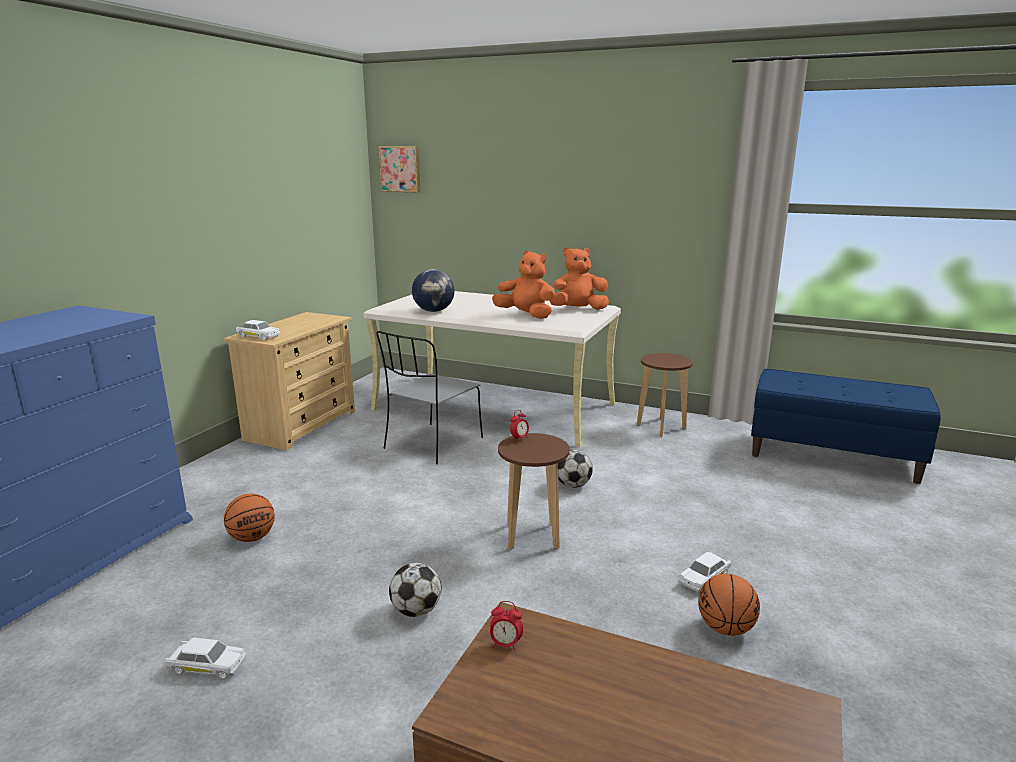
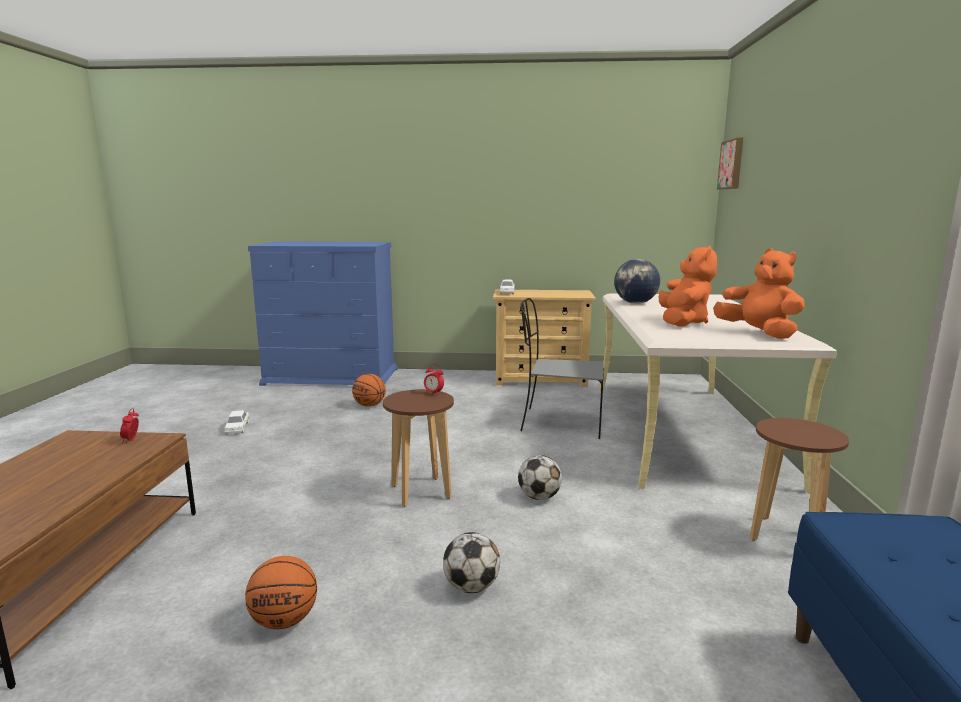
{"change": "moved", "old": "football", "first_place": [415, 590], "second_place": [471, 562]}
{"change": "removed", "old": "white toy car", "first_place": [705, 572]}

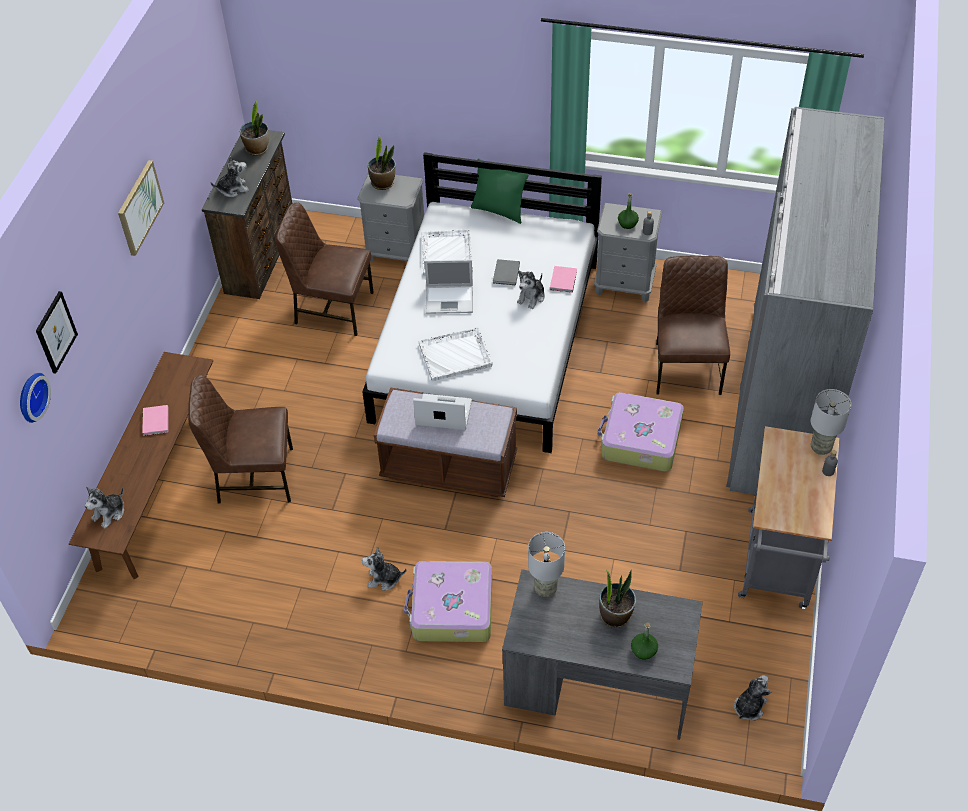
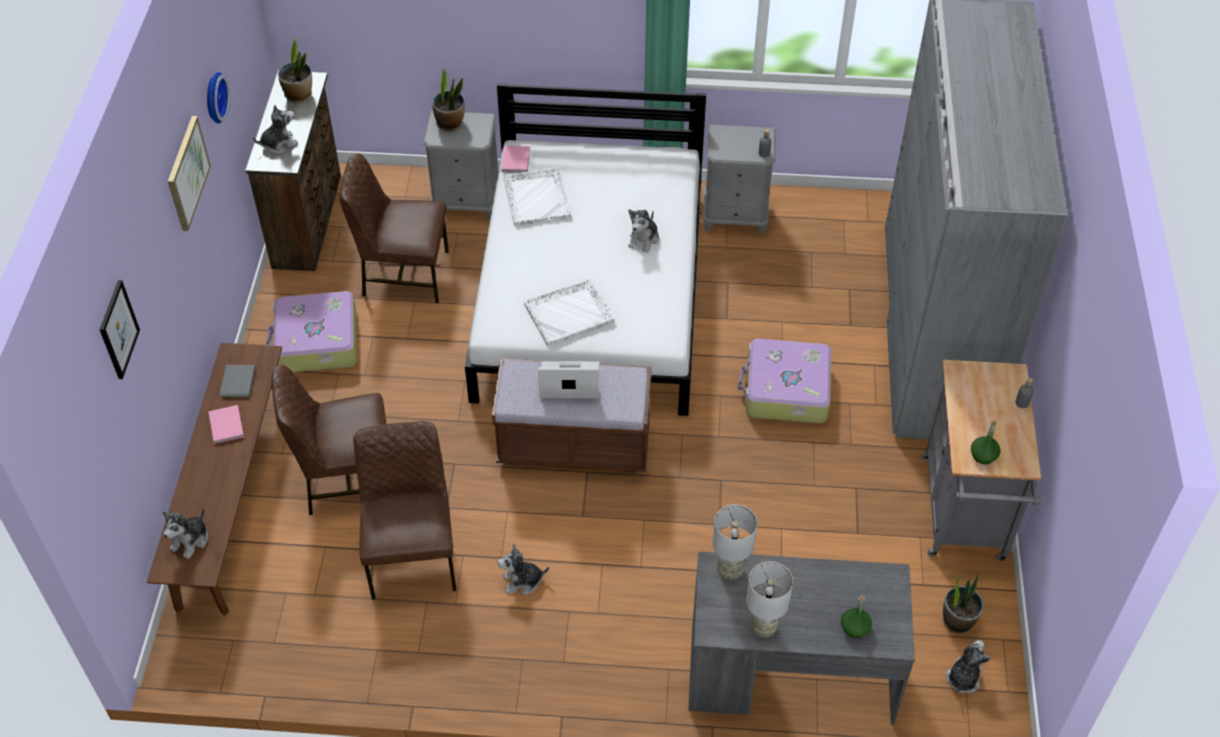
{"change": "moved", "old": "wall clock", "first_place": [35, 398], "second_place": [218, 98]}
{"change": "moved", "old": "suitcase", "first_place": [448, 601], "second_place": [311, 331]}
{"change": "removed", "old": "laptop", "first_place": [448, 286]}
{"change": "removed", "old": "green pillow", "first_place": [499, 191]}
{"change": "moved", "old": "grey book", "first_place": [506, 272], "second_place": [237, 381]}
{"change": "moved", "old": "pink book", "first_place": [563, 279], "second_place": [515, 159]}
{"change": "moved", "old": "potted plant", "first_place": [617, 598], "second_place": [963, 602]}
{"change": "moved", "old": "green bottle", "first_place": [628, 211], "second_place": [986, 442]}
{"change": "moved", "old": "brown chair", "first_place": [693, 325], "second_place": [404, 510]}
{"change": "moved", "old": "grey table lamp", "first_place": [831, 422], "second_place": [769, 599]}

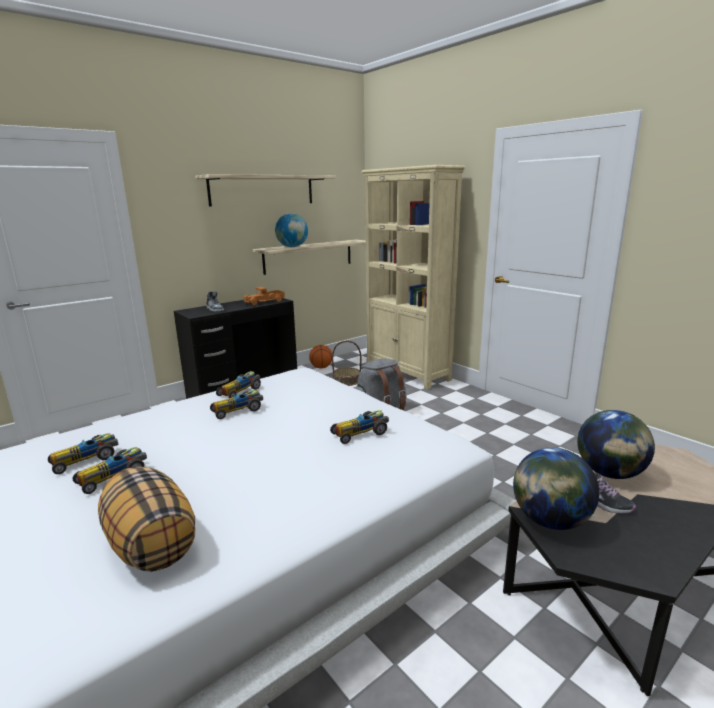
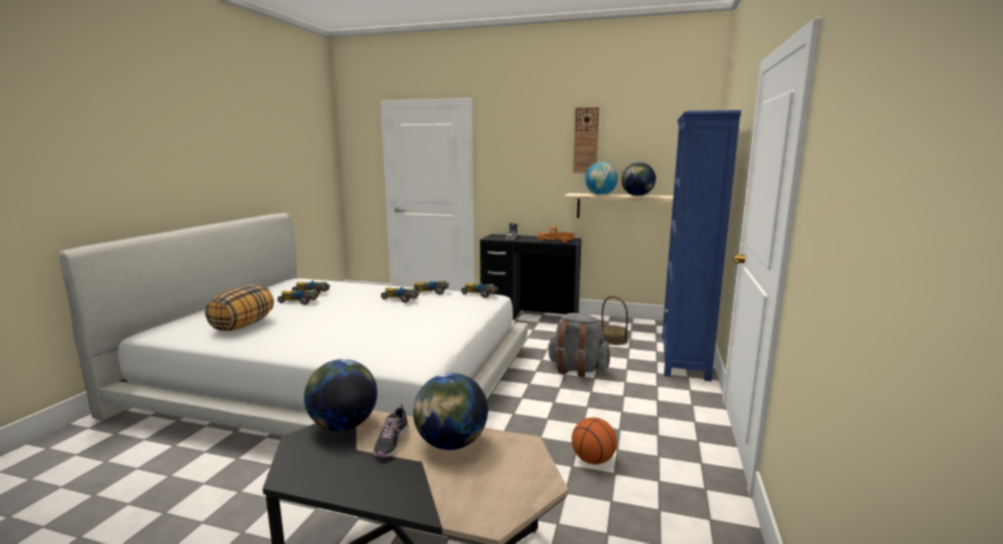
{"change": "replaced", "old": "shelf", "new": "wall clock", "first_place": [265, 190], "second_place": [586, 140]}
{"change": "moved", "old": "basketball", "first_place": [320, 356], "second_place": [594, 441]}
{"change": "moved", "old": "toy car", "first_place": [359, 427], "second_place": [479, 290]}
{"change": "recoloured", "old": "beige bookcase", "new": "blue bookcase", "first_place": [413, 277], "second_place": [701, 245]}
{"change": "added", "new": "globe", "second_place": [638, 179]}

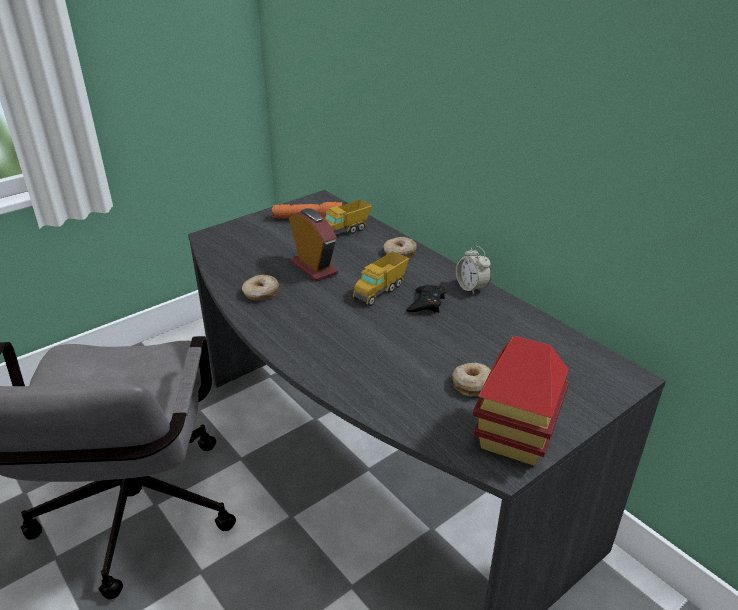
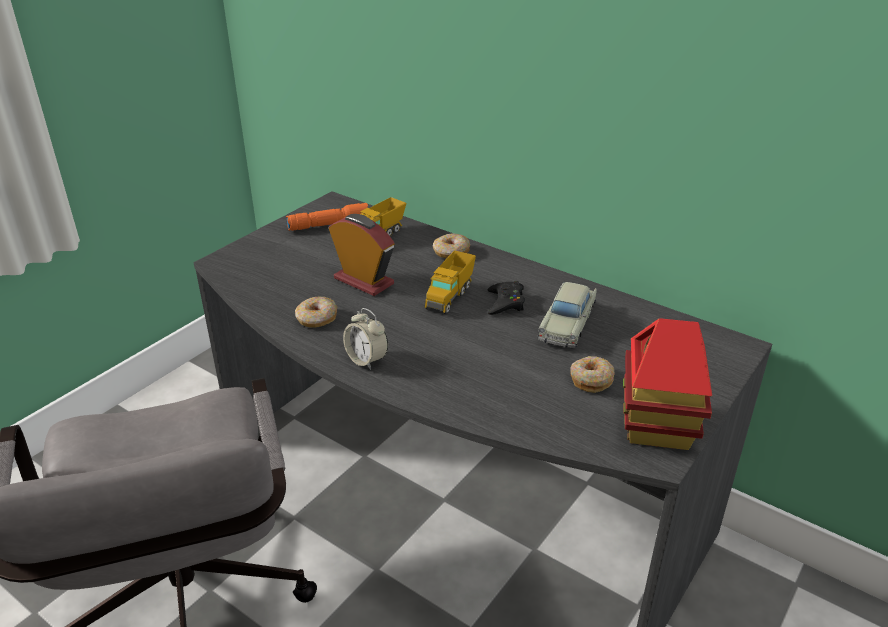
{"change": "moved", "old": "alarm clock", "first_place": [473, 270], "second_place": [365, 339]}
{"change": "added", "new": "beige toy car", "second_place": [567, 315]}

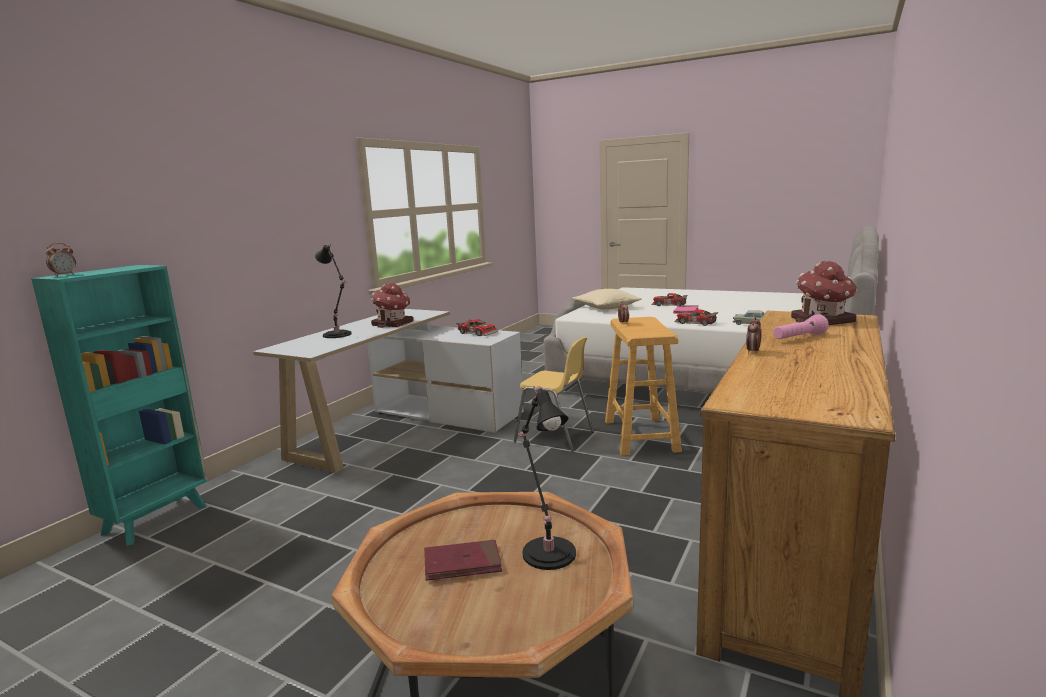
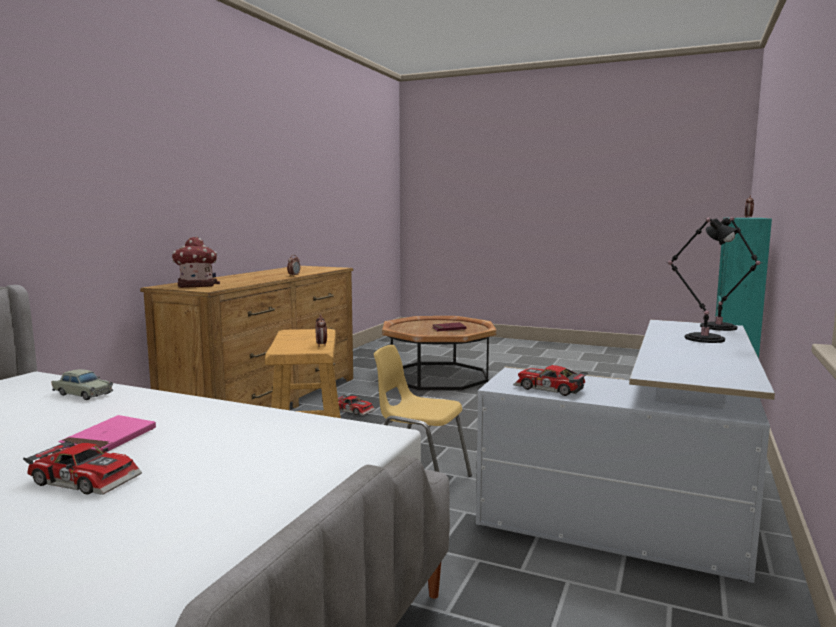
{"change": "removed", "old": "toy house", "first_place": [392, 305]}
{"change": "moved", "old": "black table lamp", "first_place": [547, 478], "second_place": [730, 274]}
{"change": "removed", "old": "beige pillow", "first_place": [606, 299]}
{"change": "moved", "old": "toy car", "first_place": [696, 317], "second_place": [356, 405]}
{"change": "removed", "old": "pink flashlight", "first_place": [801, 327]}

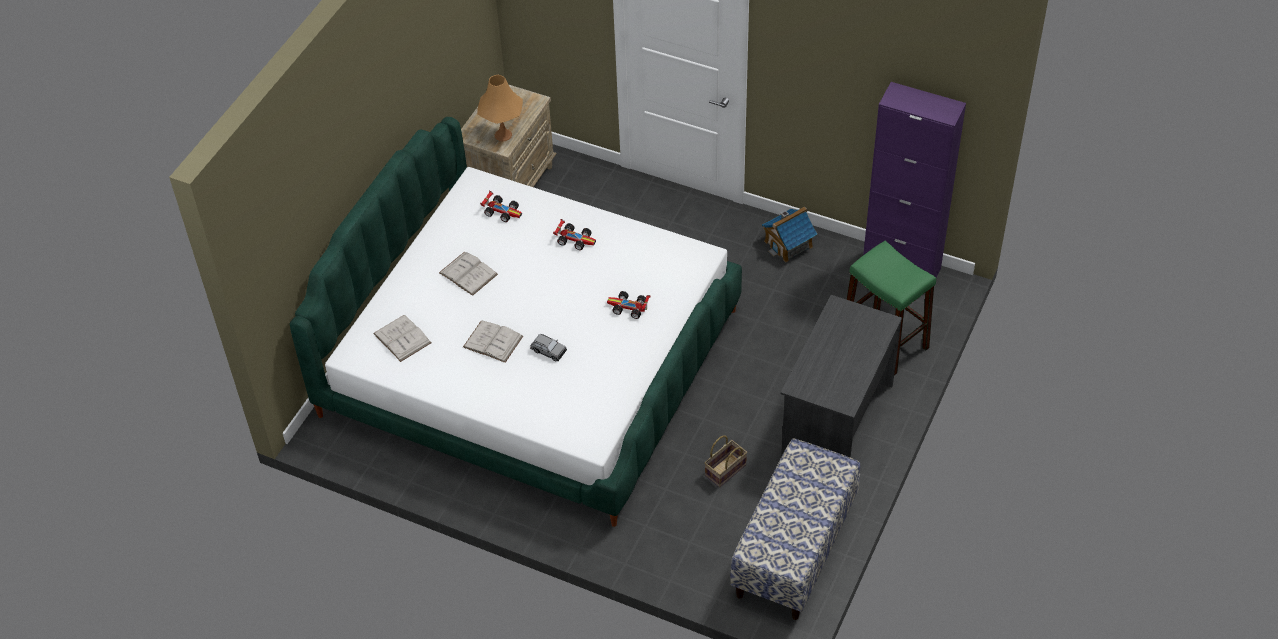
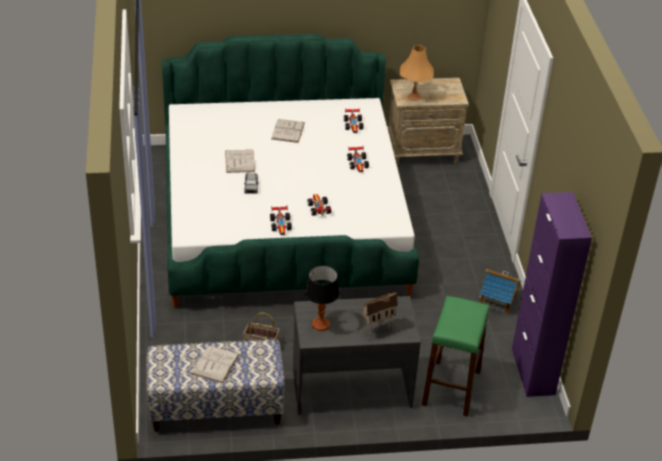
{"change": "moved", "old": "white book", "first_place": [402, 338], "second_place": [216, 364]}
{"change": "added", "new": "toy car", "second_place": [281, 220]}
{"change": "added", "new": "table lamp", "second_place": [322, 298]}
{"change": "added", "new": "toy house", "second_place": [379, 316]}

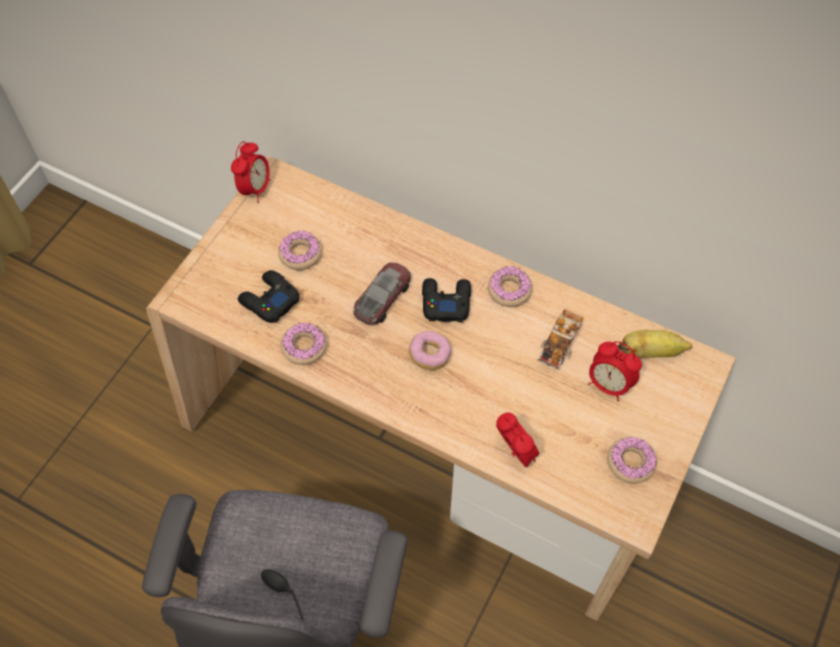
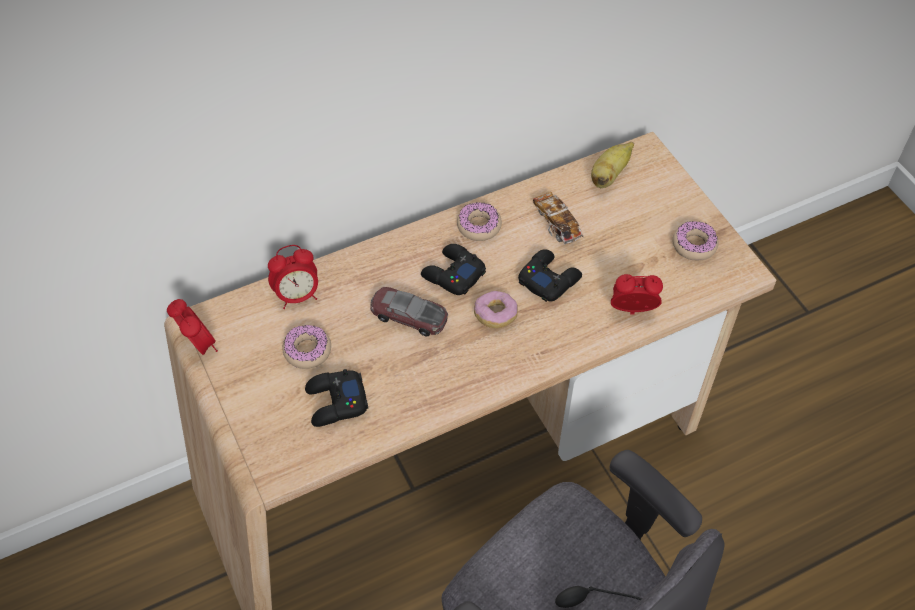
{"change": "removed", "old": "donut", "first_place": [304, 344]}
{"change": "turned", "old": "toy car", "first_place": [382, 294], "second_place": [409, 311], "degrees": -45}
{"change": "moved", "old": "alarm clock", "first_place": [615, 371], "second_place": [293, 277]}
{"change": "added", "new": "black game controller", "second_place": [550, 275]}

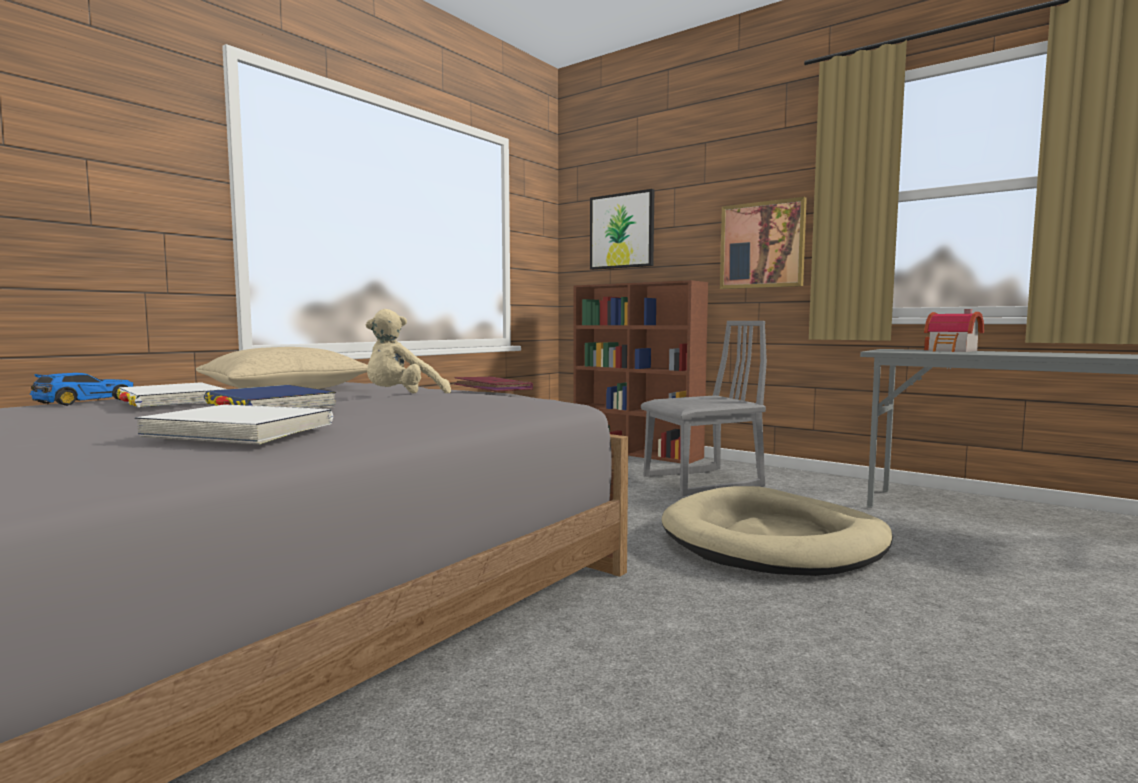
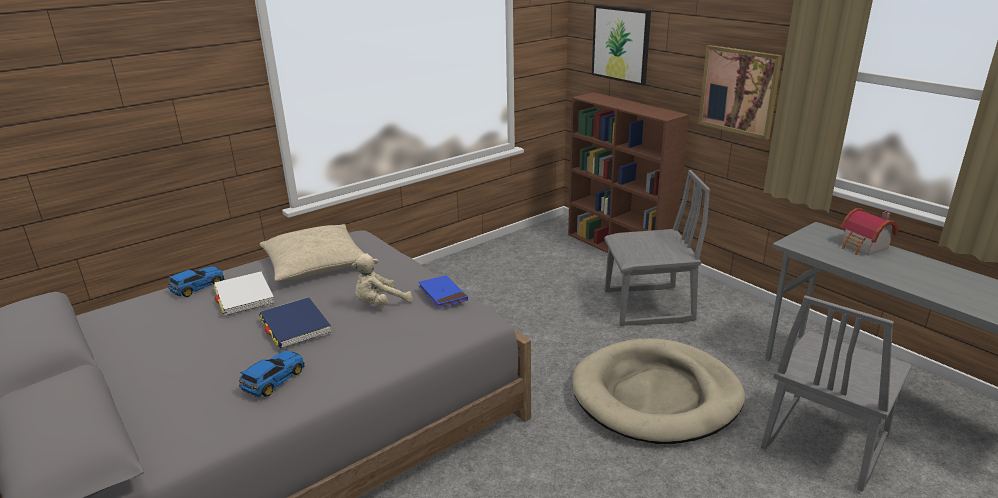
{"change": "replaced", "old": "white book", "new": "toy car", "first_place": [234, 424], "second_place": [272, 374]}
{"change": "recoloured", "old": "red book", "new": "blue book", "first_place": [493, 384], "second_place": [443, 291]}
{"change": "added", "new": "grey chair", "second_place": [836, 393]}

